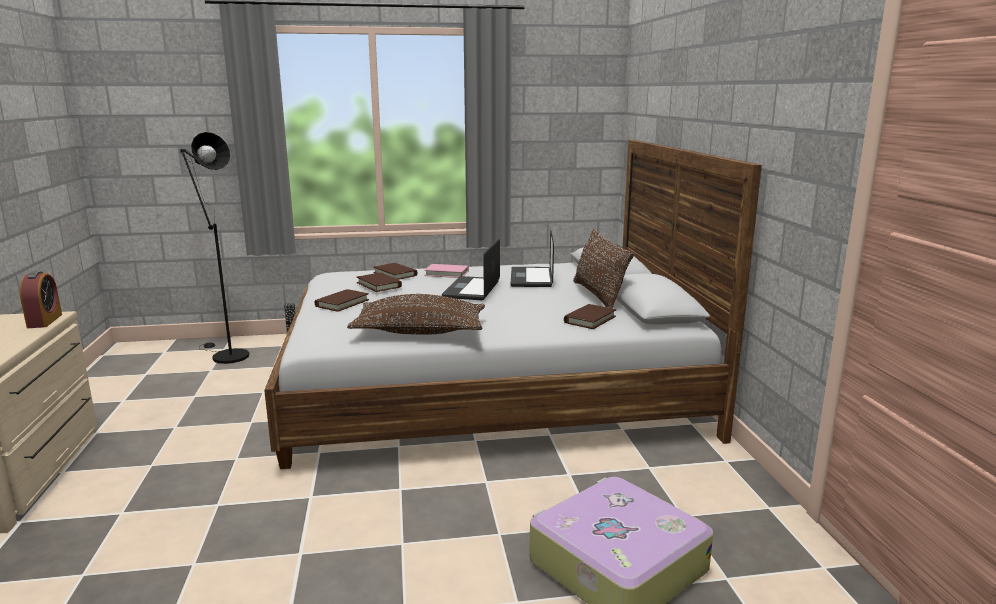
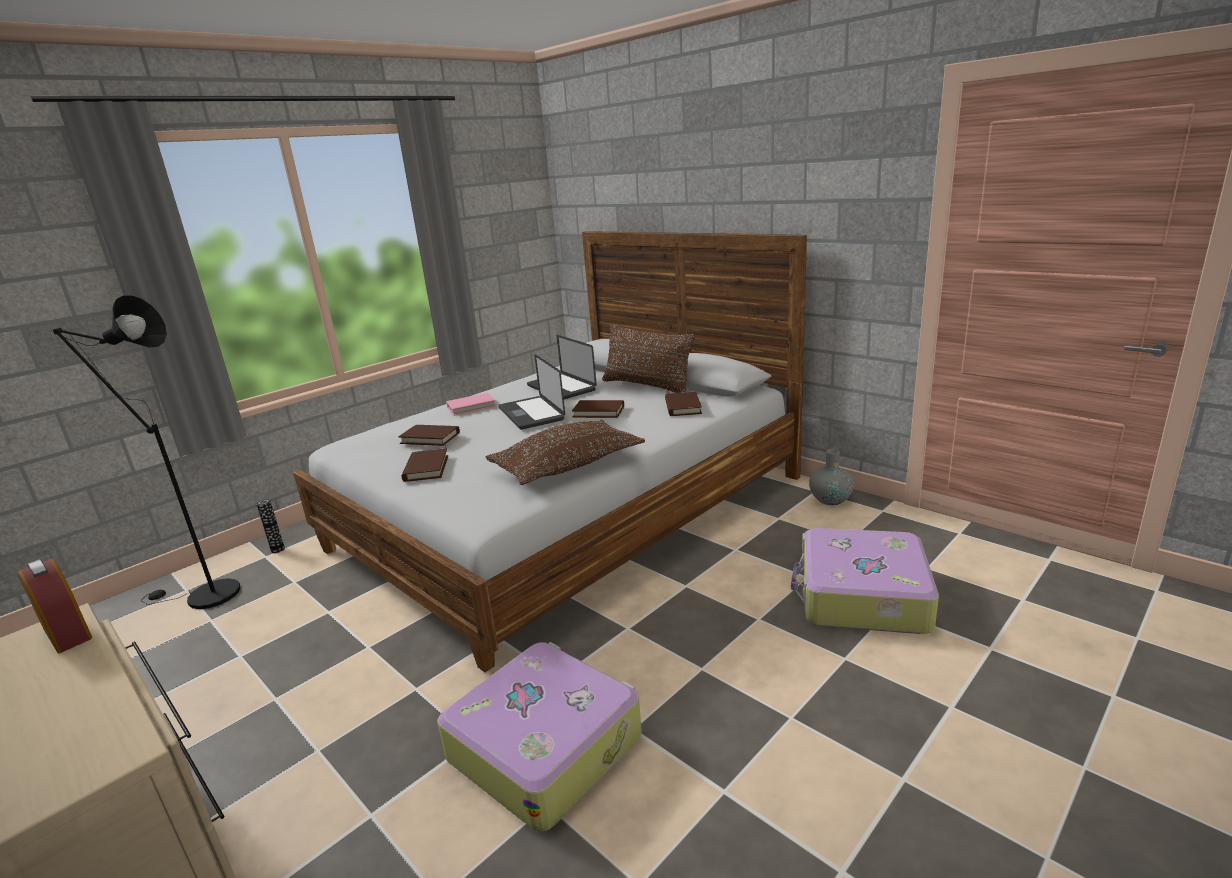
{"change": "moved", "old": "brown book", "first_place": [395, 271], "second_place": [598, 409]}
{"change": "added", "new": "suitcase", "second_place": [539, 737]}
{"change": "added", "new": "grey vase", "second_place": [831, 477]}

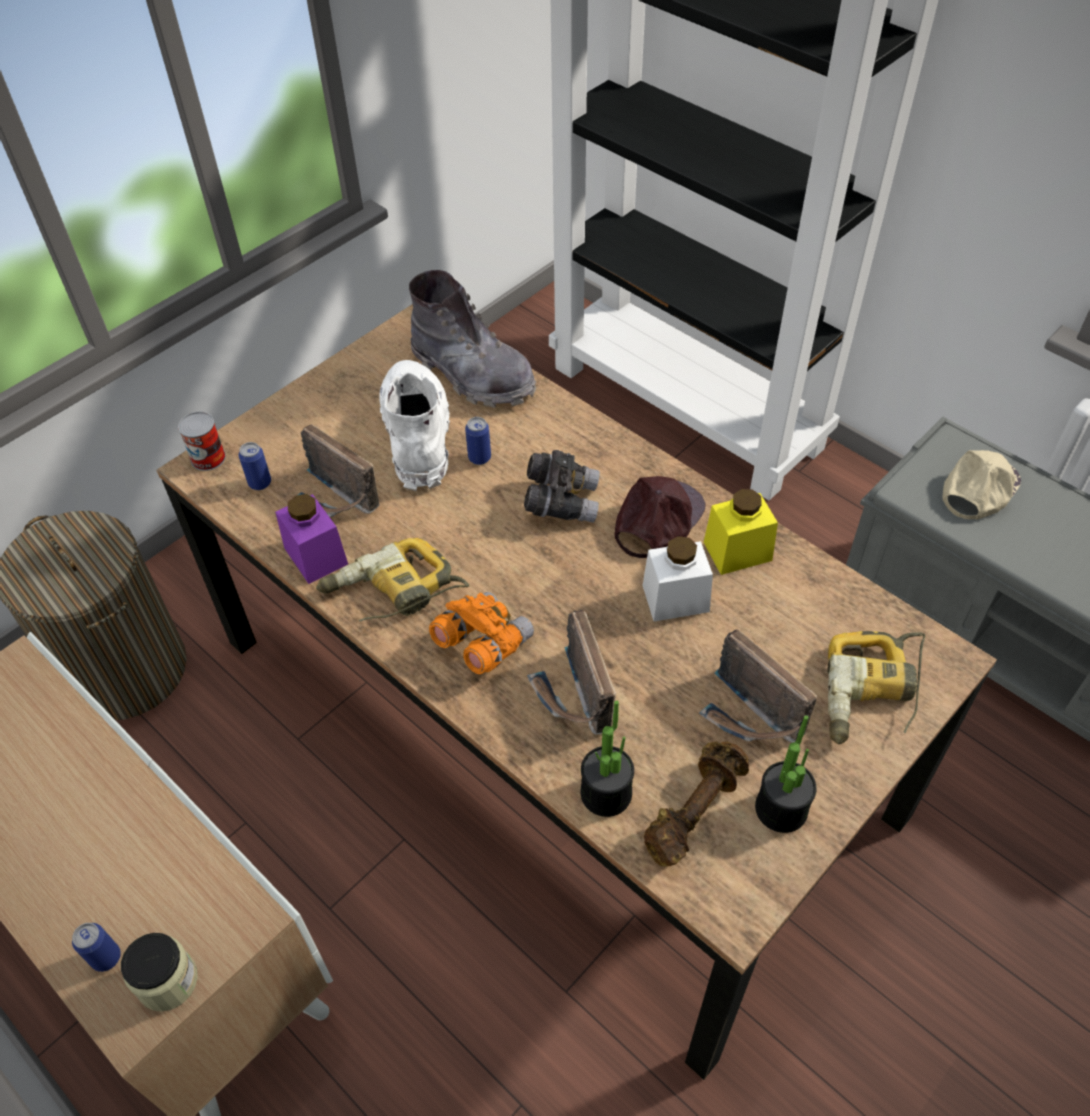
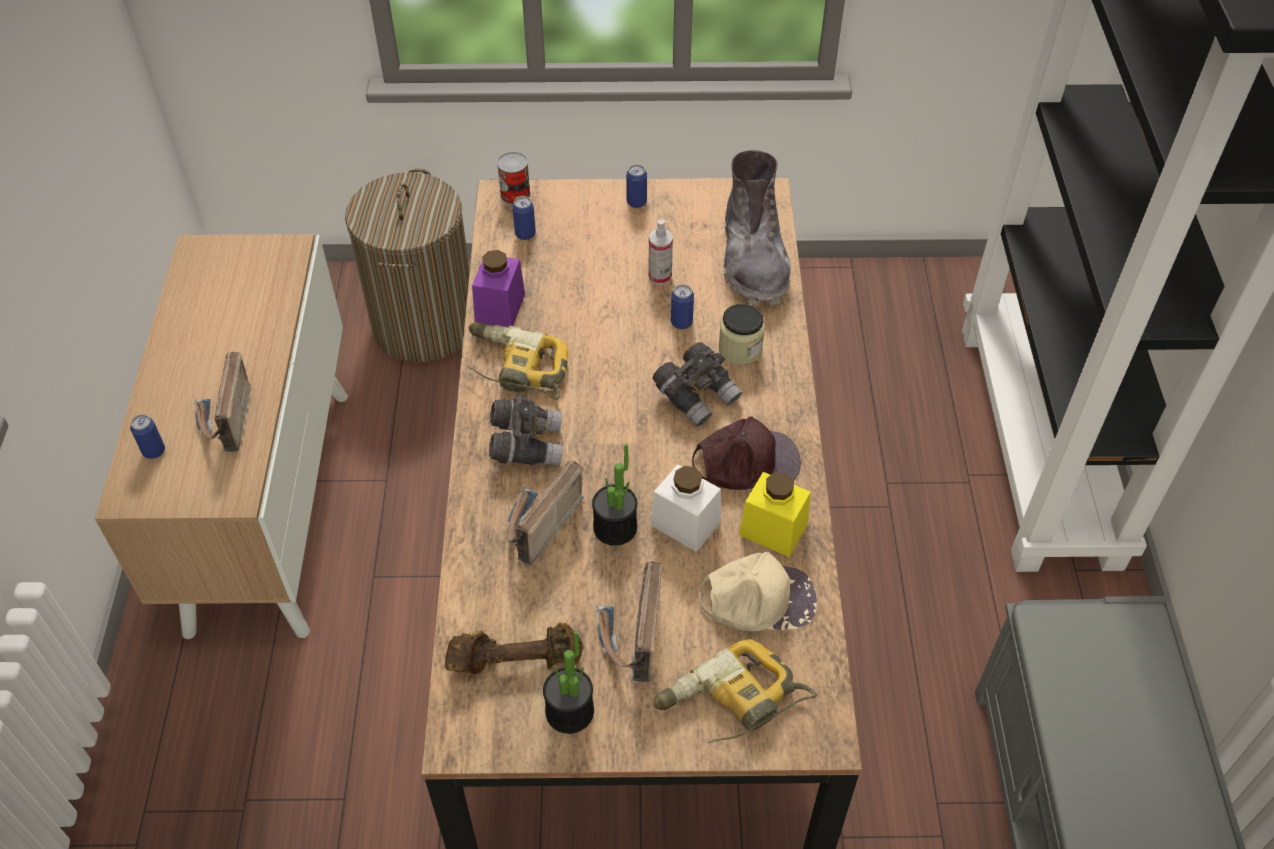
{"change": "moved", "old": "jar", "first_place": [159, 972], "second_place": [742, 334]}
{"change": "moved", "old": "radio", "first_place": [339, 470], "second_place": [223, 402]}
{"change": "replaced", "old": "white boot", "new": "spray bottle", "first_place": [414, 425], "second_place": [660, 252]}
{"change": "recoloured", "old": "orange binoculars", "new": "grey binoculars", "first_place": [481, 633], "second_place": [526, 431]}
{"change": "moved", "old": "potted plant", "first_place": [607, 758], "second_place": [614, 494]}
{"change": "moved", "old": "beige cap", "first_place": [981, 485], "second_place": [758, 591]}
{"change": "added", "new": "can", "second_place": [636, 186]}

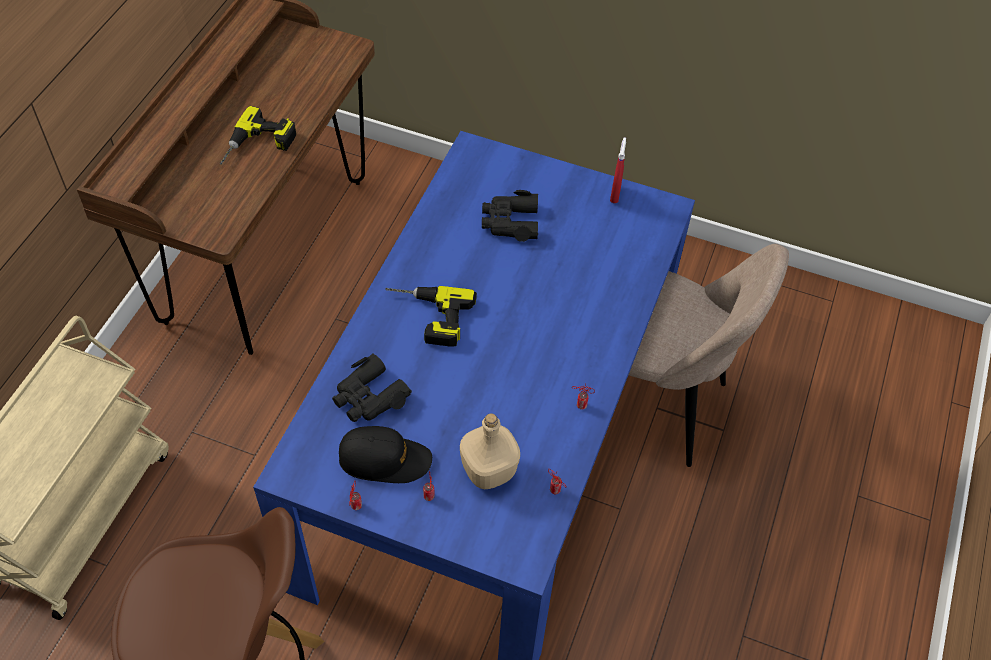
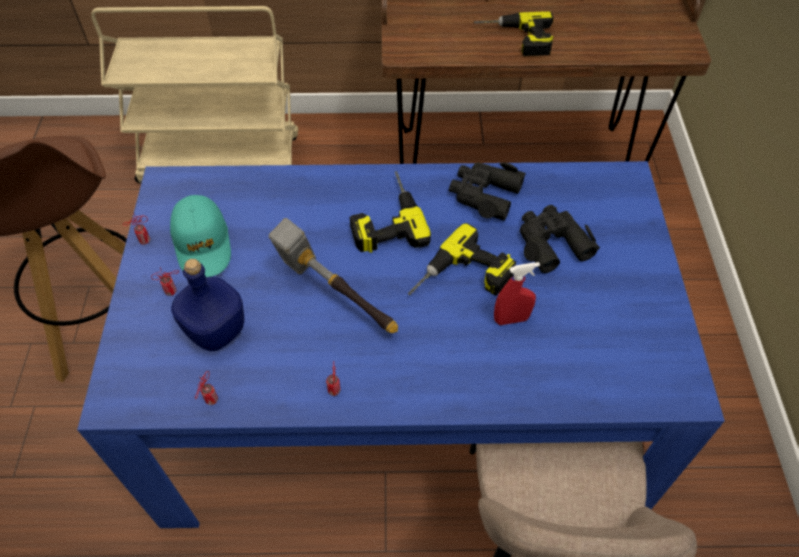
{"change": "moved", "old": "black binoculars", "first_place": [372, 387], "second_place": [487, 191]}
{"change": "recoloured", "old": "black cap", "new": "turquoise cap", "first_place": [385, 454], "second_place": [200, 236]}
{"change": "recoloured", "old": "beige bottle", "new": "blue bottle", "first_place": [490, 451], "second_place": [207, 305]}
{"change": "moved", "old": "red spray bottle", "first_place": [618, 170], "second_place": [517, 293]}
{"change": "added", "new": "hammer", "second_place": [333, 275]}
{"change": "added", "new": "power drill", "second_place": [462, 259]}

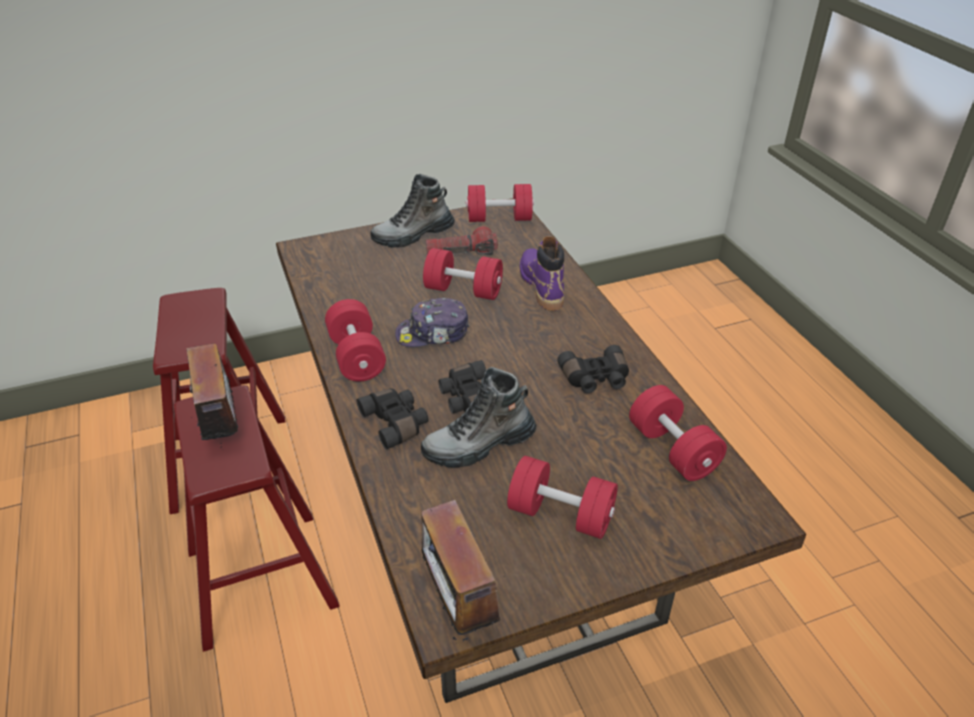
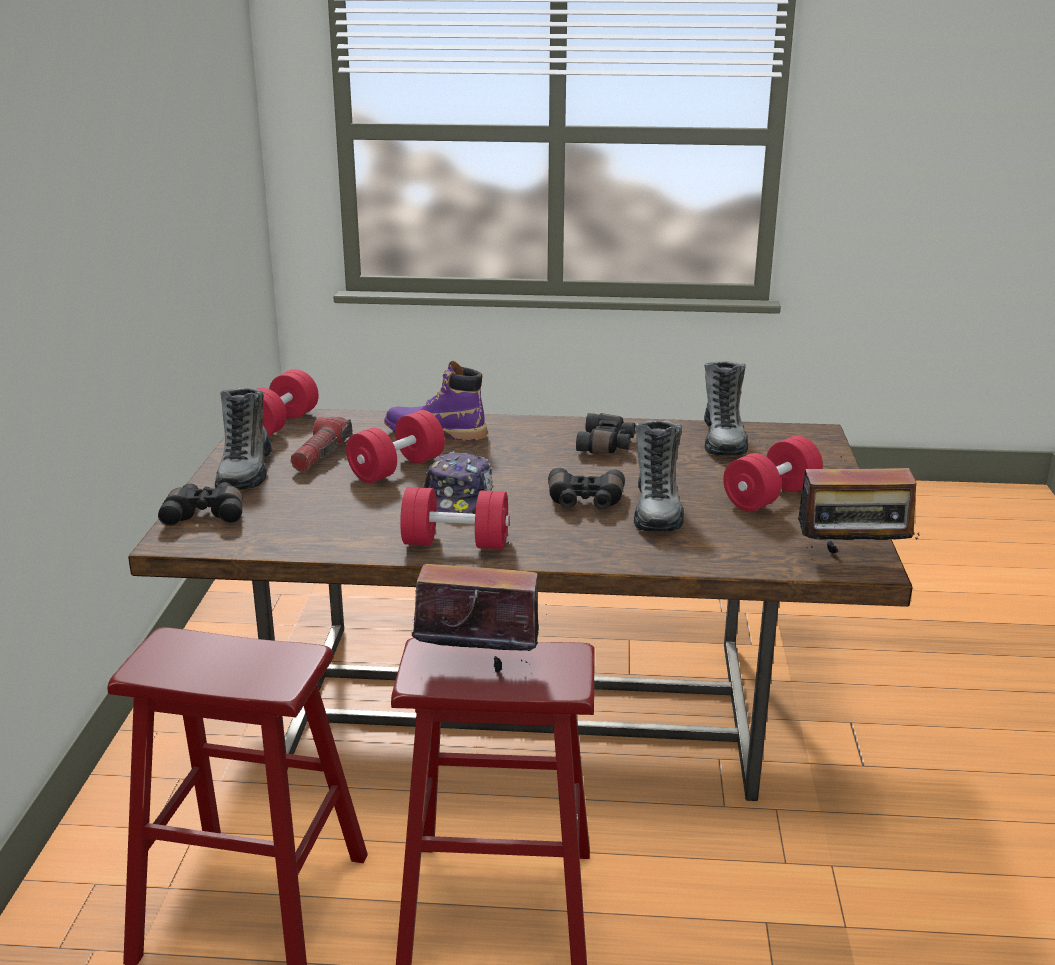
{"change": "moved", "old": "black binoculars", "first_place": [393, 419], "second_place": [200, 504]}
{"change": "replaced", "old": "red dumbbell", "new": "boot", "first_place": [678, 433], "second_place": [726, 408]}

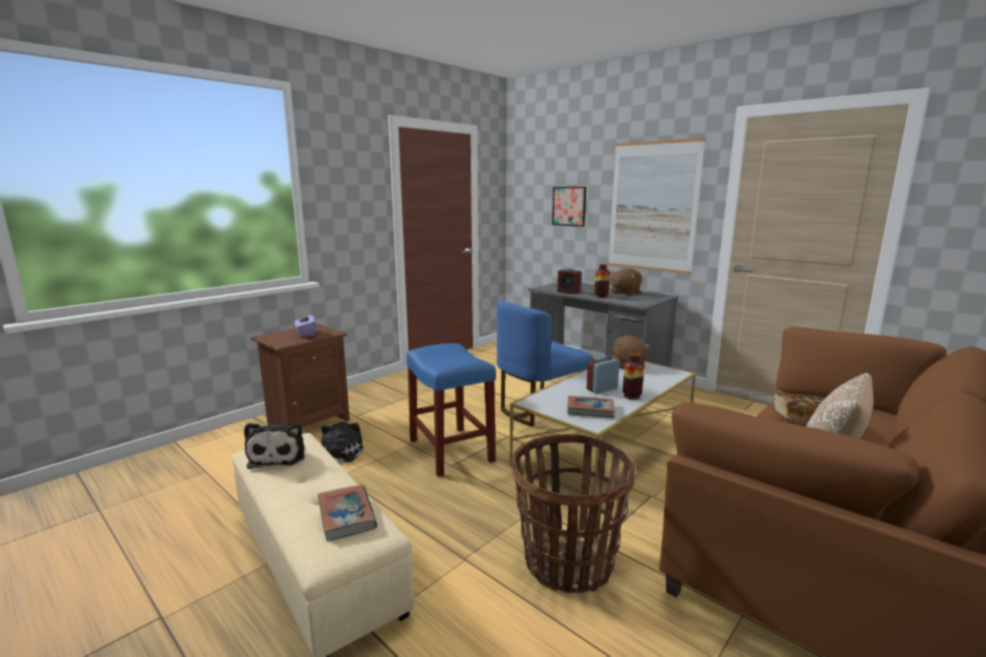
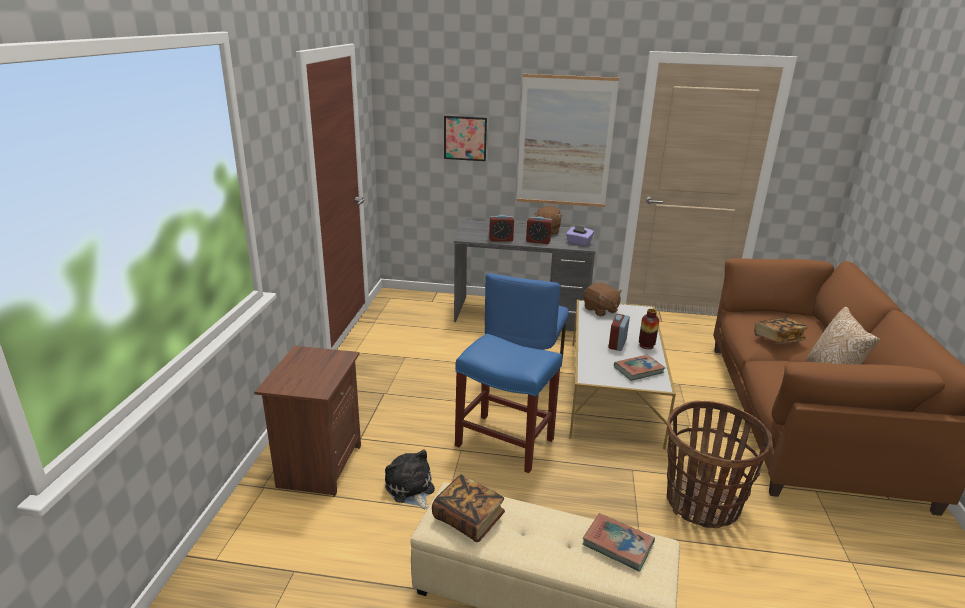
{"change": "replaced", "old": "plush toy", "new": "book", "first_place": [274, 446], "second_place": [468, 508]}
{"change": "moved", "old": "purple tissue box", "first_place": [305, 325], "second_place": [580, 235]}
{"change": "replaced", "old": "vase", "new": "alarm clock", "first_place": [602, 281], "second_place": [539, 230]}

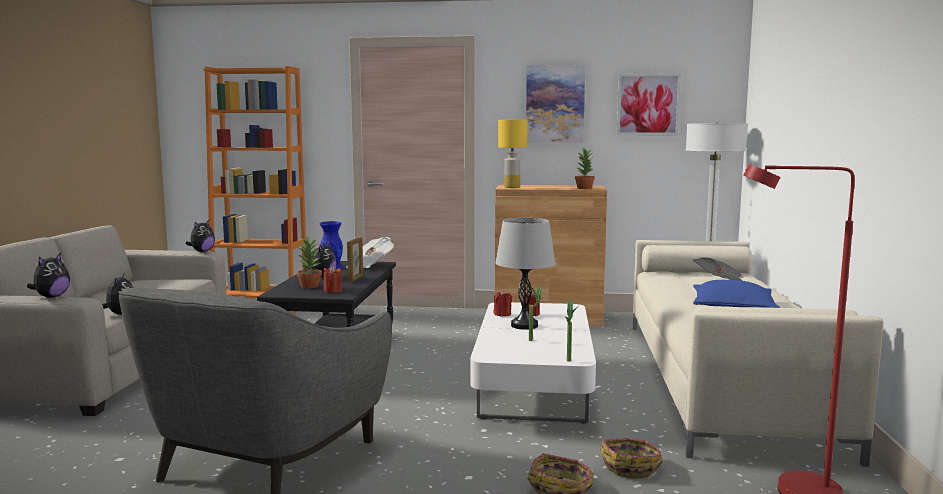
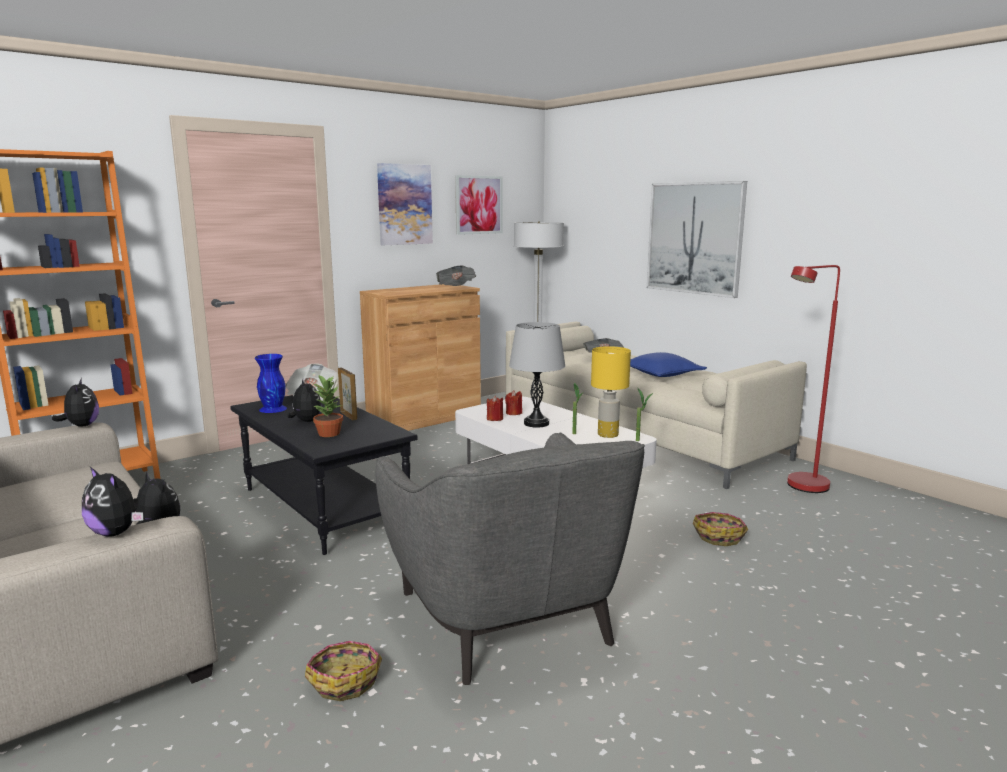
{"change": "turned", "old": "plush toy", "first_place": [48, 275], "second_place": [112, 502], "degrees": 150}
{"change": "removed", "old": "red candle", "first_place": [332, 279]}
{"change": "moved", "old": "yellow table lamp", "first_place": [513, 154], "second_place": [611, 392]}
{"change": "replaced", "old": "potted plant", "new": "newspaper", "first_place": [585, 168], "second_place": [456, 275]}
{"change": "moved", "old": "basket", "first_place": [631, 458], "second_place": [343, 671]}
{"change": "added", "new": "picture", "second_place": [697, 239]}

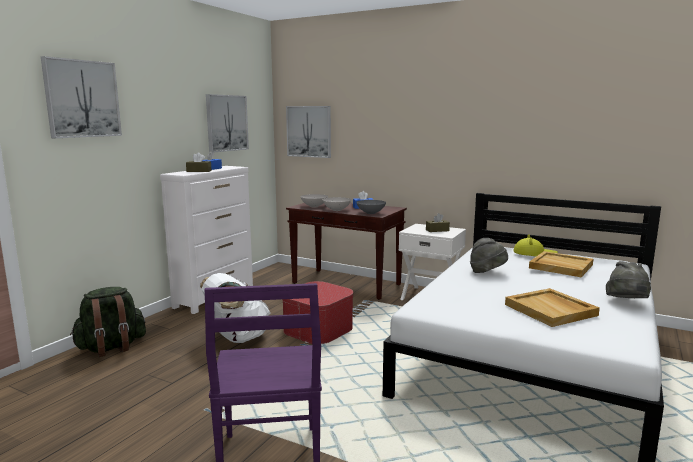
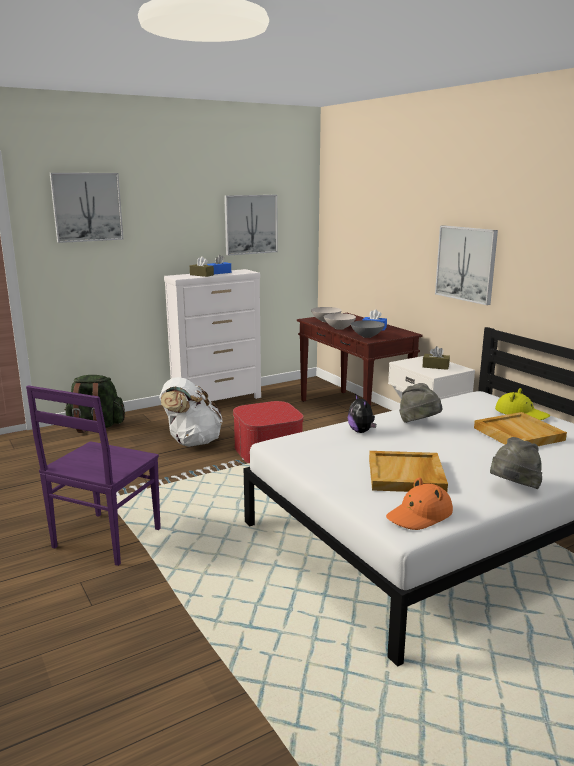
{"change": "moved", "old": "picture", "first_place": [308, 132], "second_place": [466, 265]}
{"change": "added", "new": "plush toy", "second_place": [362, 413]}
{"change": "added", "new": "orange hat", "second_place": [419, 503]}

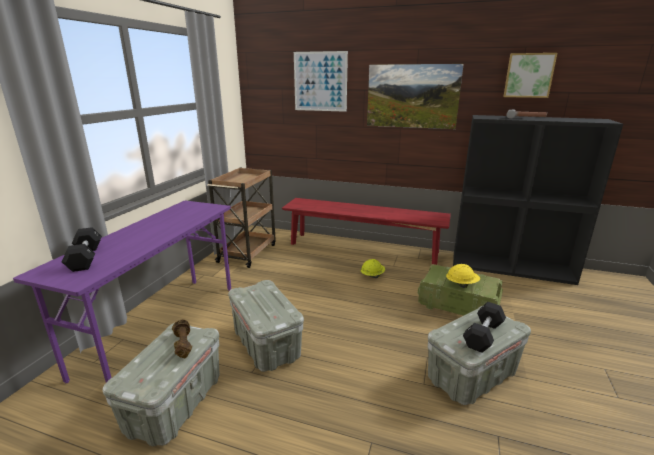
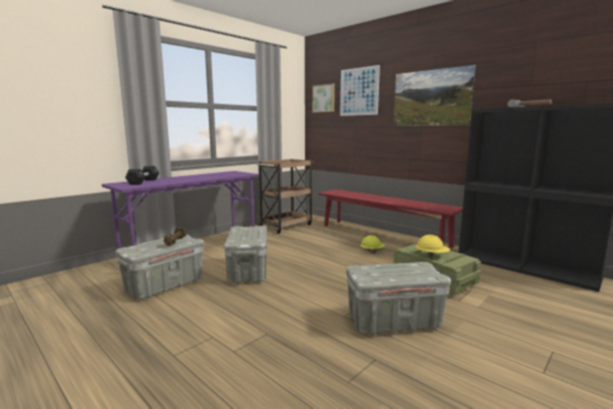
{"change": "removed", "old": "black dumbbell", "first_place": [484, 327]}
{"change": "moved", "old": "picture", "first_place": [530, 75], "second_place": [323, 98]}

